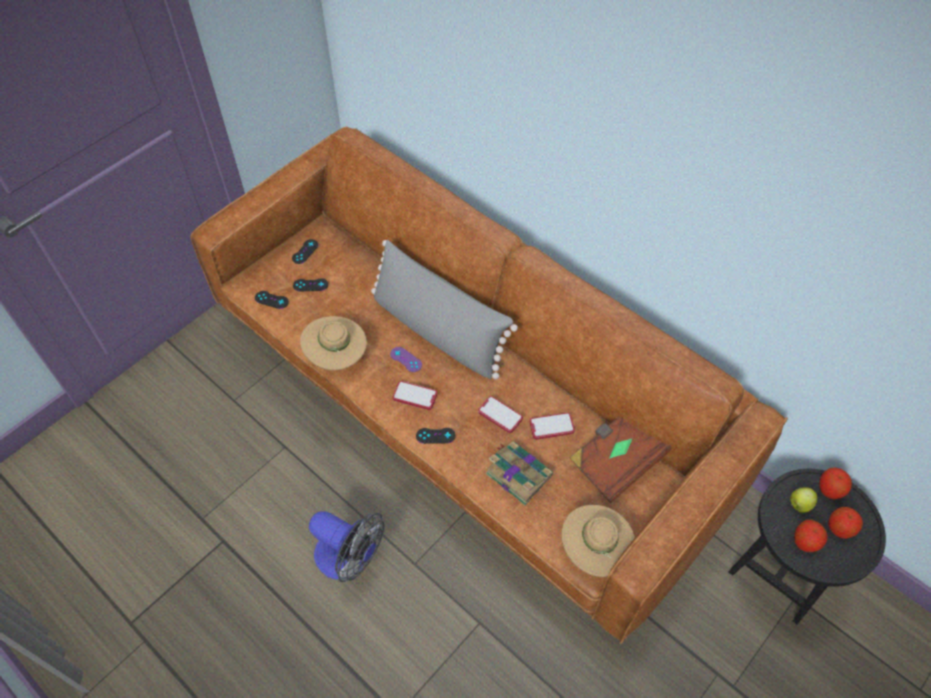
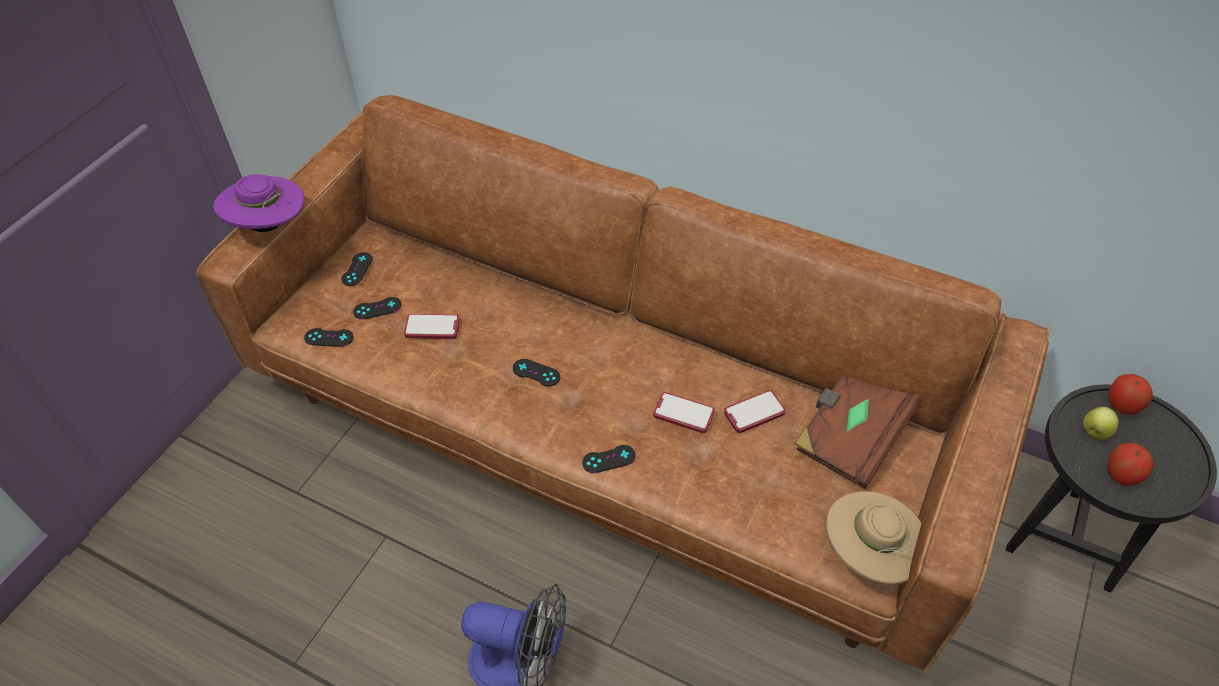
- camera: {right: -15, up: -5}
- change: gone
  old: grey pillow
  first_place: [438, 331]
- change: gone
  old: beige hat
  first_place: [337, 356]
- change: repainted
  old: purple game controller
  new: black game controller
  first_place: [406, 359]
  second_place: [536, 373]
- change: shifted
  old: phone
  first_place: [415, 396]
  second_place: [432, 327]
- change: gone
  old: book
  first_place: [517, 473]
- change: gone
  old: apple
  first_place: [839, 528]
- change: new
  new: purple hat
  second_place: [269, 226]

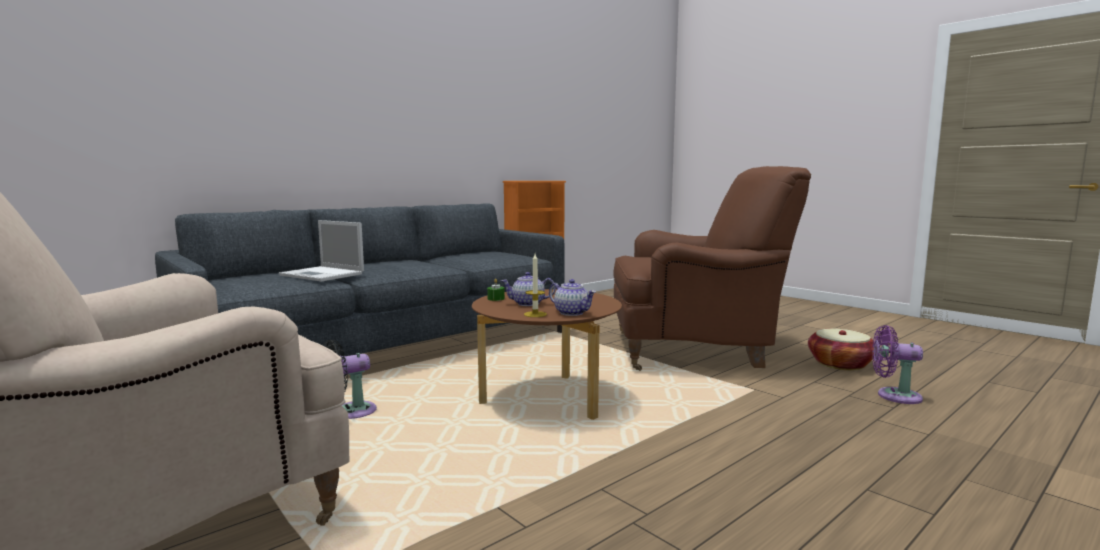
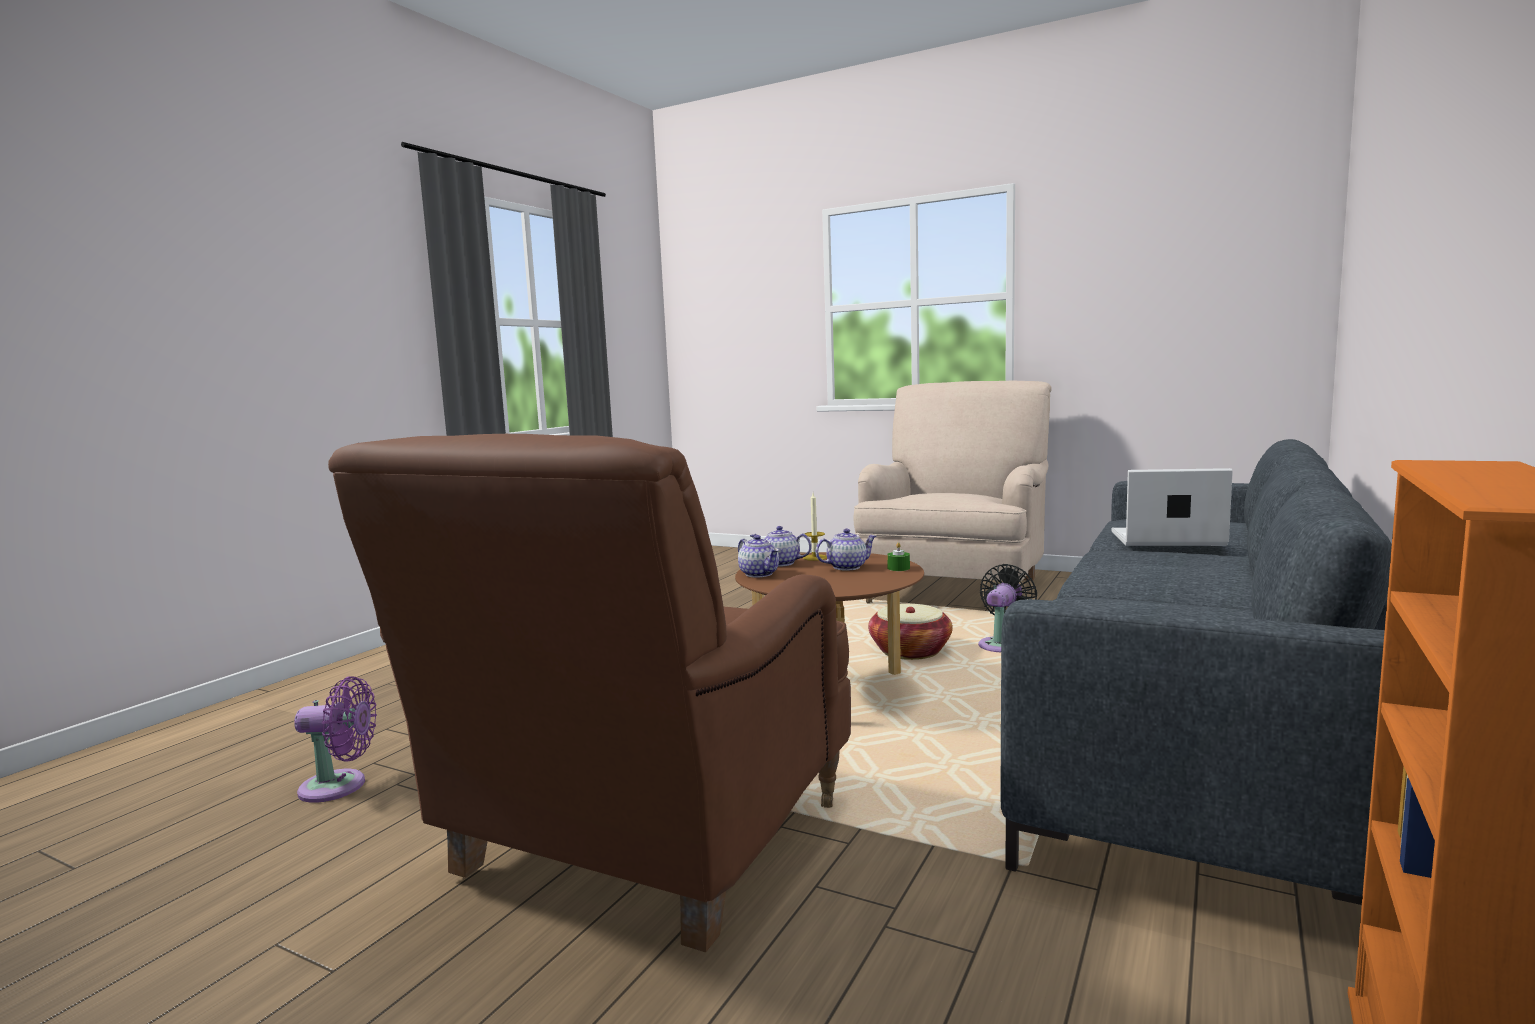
- camera: {right: 160, up: 0}
- change: rotated
  old: brown armchair
  first_place: [694, 351]
  second_place: [643, 848]
  degrees: -45
- change: shifted
  old: basket
  first_place: [840, 364]
  second_place: [910, 651]
- change: new
  new: teapot
  second_place: [759, 574]

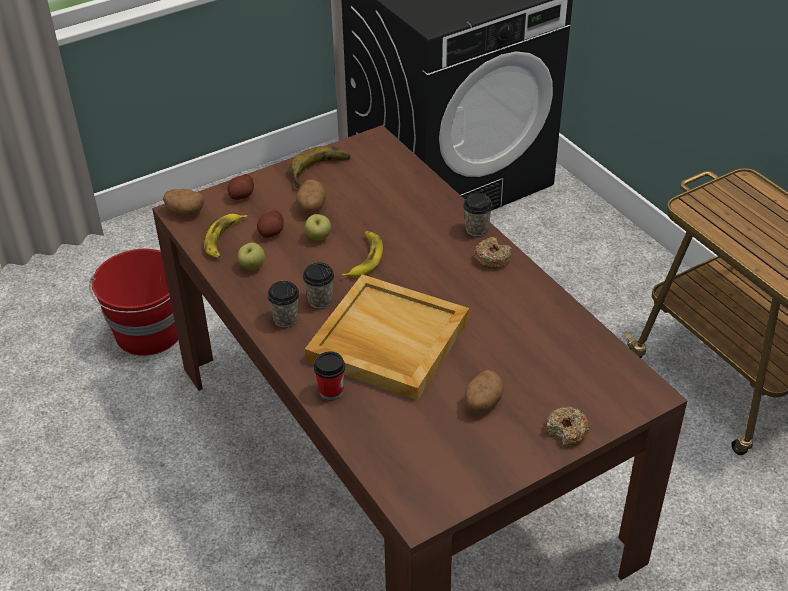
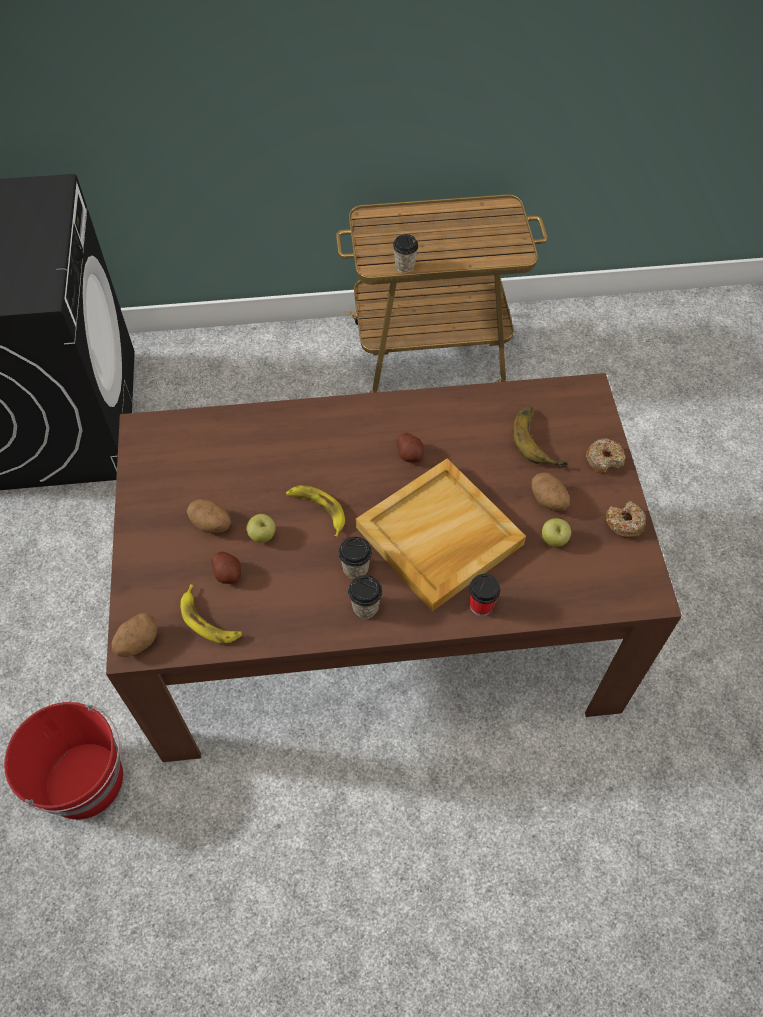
- camera: {right: -65, up: 15}
- change: shifted
  old: banana
  first_place: [321, 172]
  second_place: [541, 439]
- change: shifted
  old: potato
  first_place: [242, 195]
  second_place: [410, 454]
- change: shifted
  old: cup
  first_place: [476, 229]
  second_place: [405, 266]
- change: shifted
  old: donut
  first_place: [492, 258]
  second_place: [624, 523]
- change: shifted
  old: apple
  first_place: [252, 266]
  second_place: [554, 540]

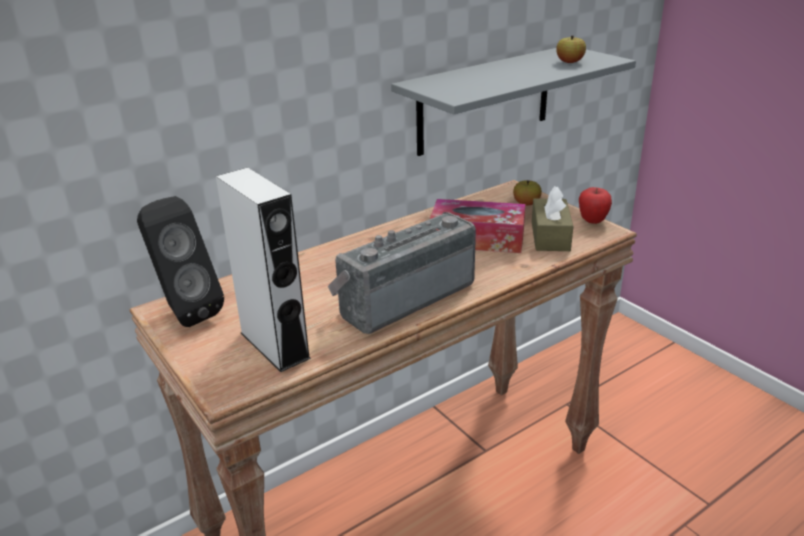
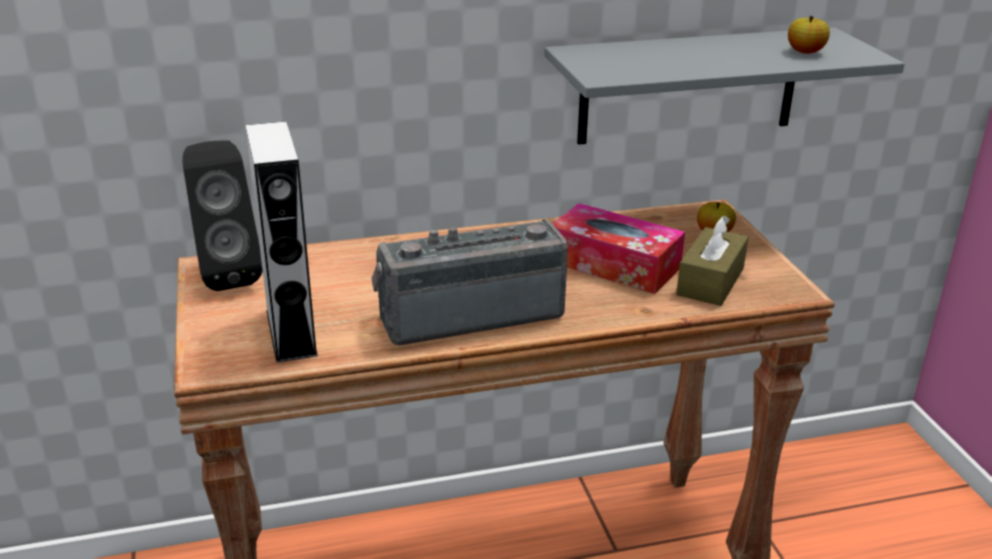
- camera: {right: 20, up: 0}
- change: gone
  old: apple
  first_place: [592, 221]

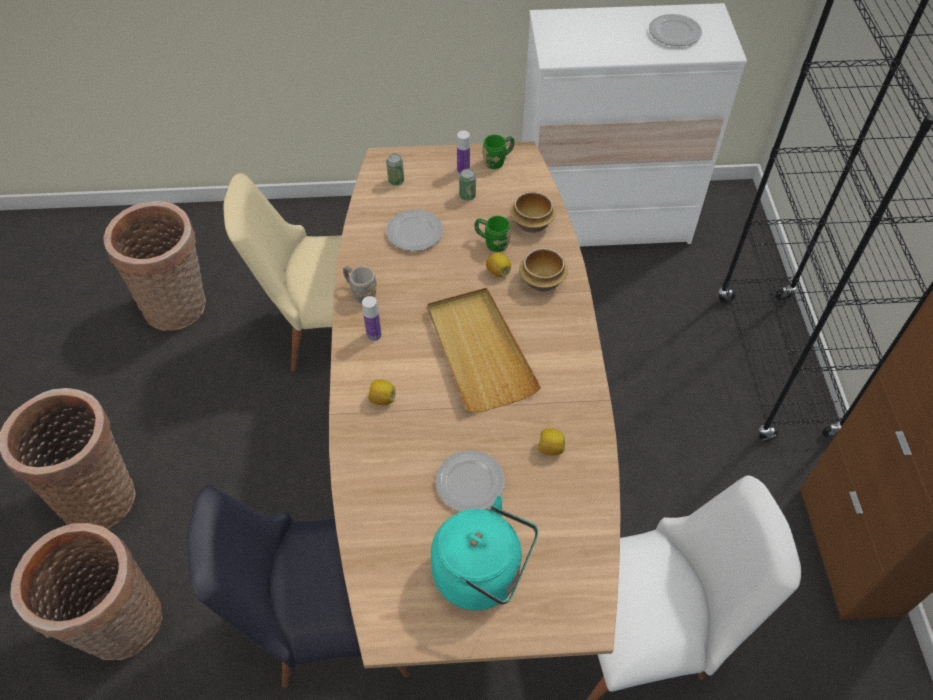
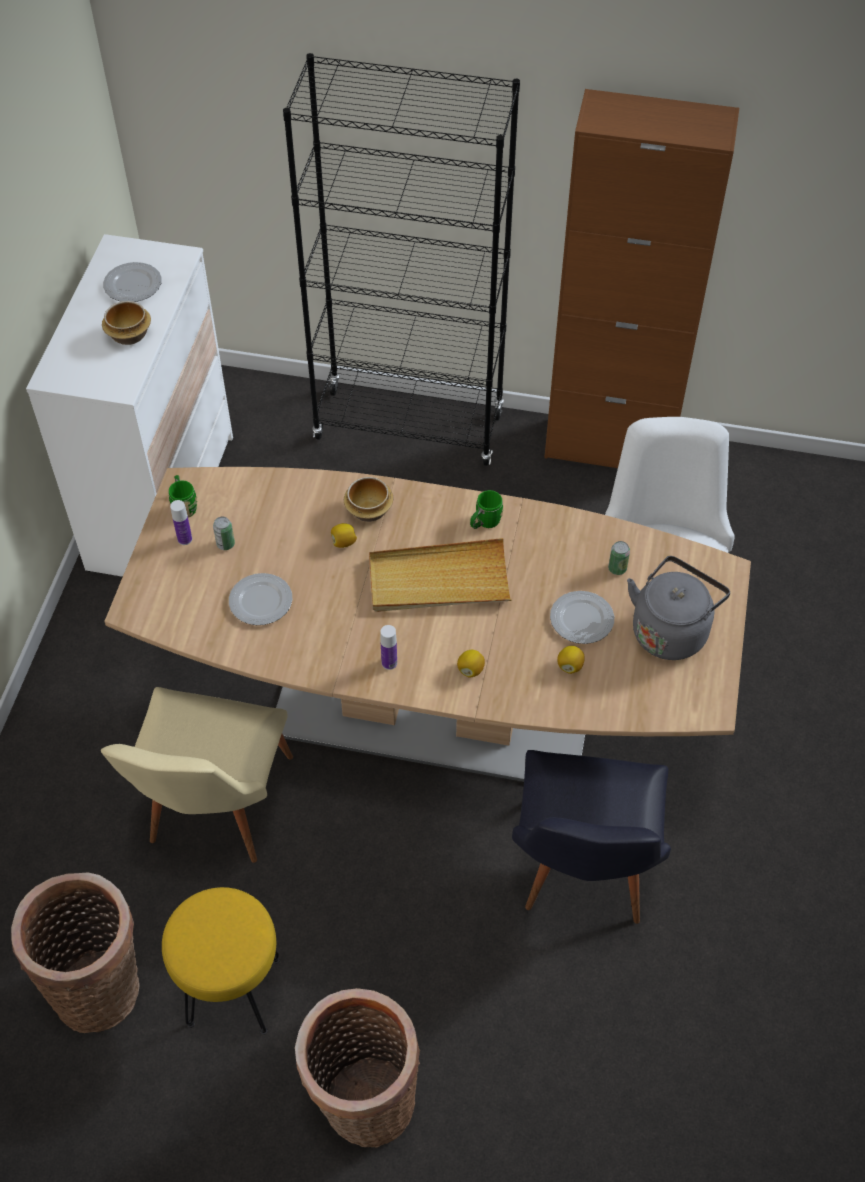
- camera: {right: -75, up: 0}
- change: shifted
  old: can
  first_place: [396, 181]
  second_place: [617, 568]
- change: shifted
  old: bowl
  first_place: [530, 223]
  second_place: [129, 336]
- change: shifted
  old: green mug
  first_place: [492, 242]
  second_place: [484, 523]
- change: gone
  old: grey mug
  first_place: [360, 292]
- change: shifted
  old: lemon
  first_place: [550, 448]
  second_place: [570, 666]
- change: repainted
  old: turquoise kettle
  new: grey kettle
  first_place: [482, 574]
  second_place: [671, 630]
- change: gone
  old: basket
  first_place: [120, 627]
- change: new
  new: yellow stool
  second_place: [234, 992]

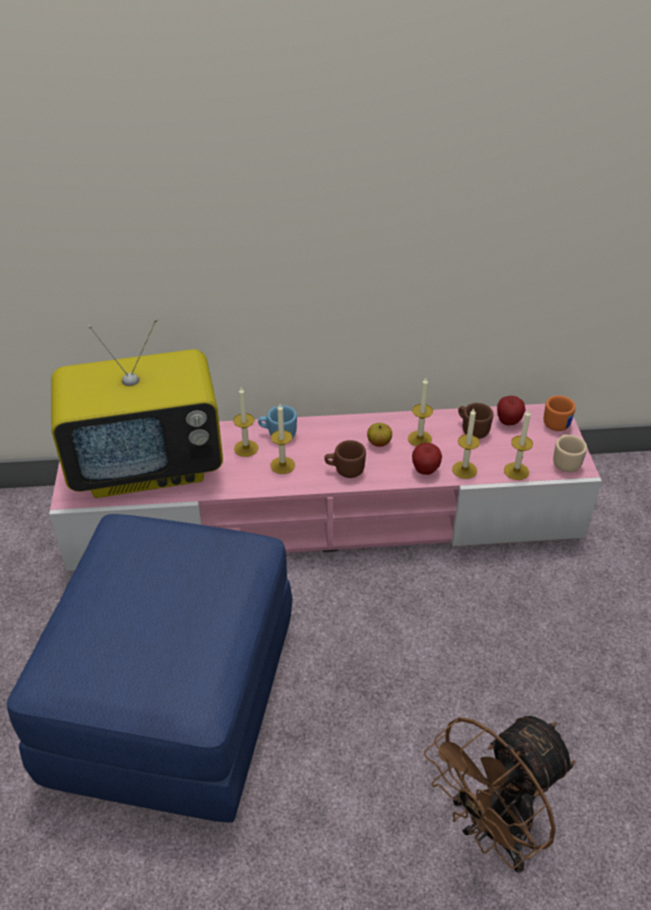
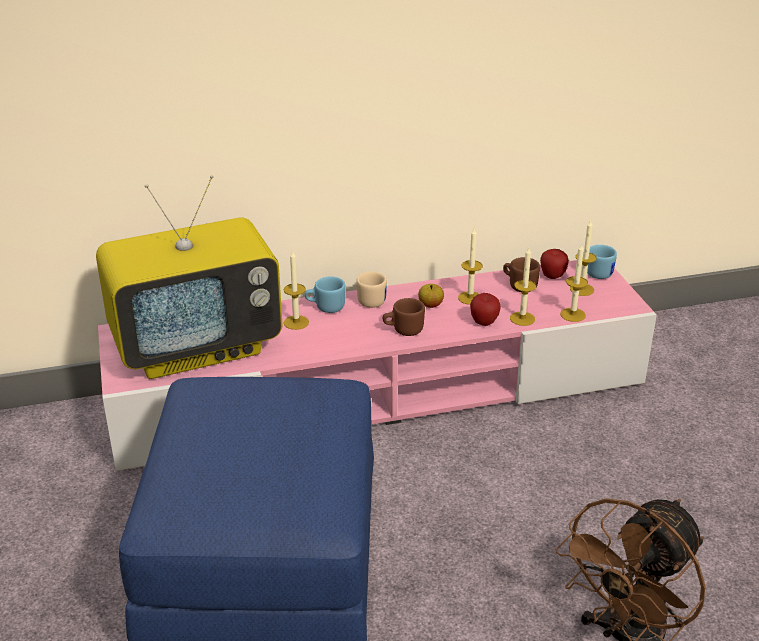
- camera: {right: -10, up: -10}
- change: repainted
  old: orange mug
  new: blue mug
  first_place: [557, 422]
  second_place: [600, 272]
- change: shifted
  old: candle
  first_place: [282, 465]
  second_place: [581, 289]
- change: shifted
  old: beige mug
  first_place: [565, 461]
  second_place: [371, 300]

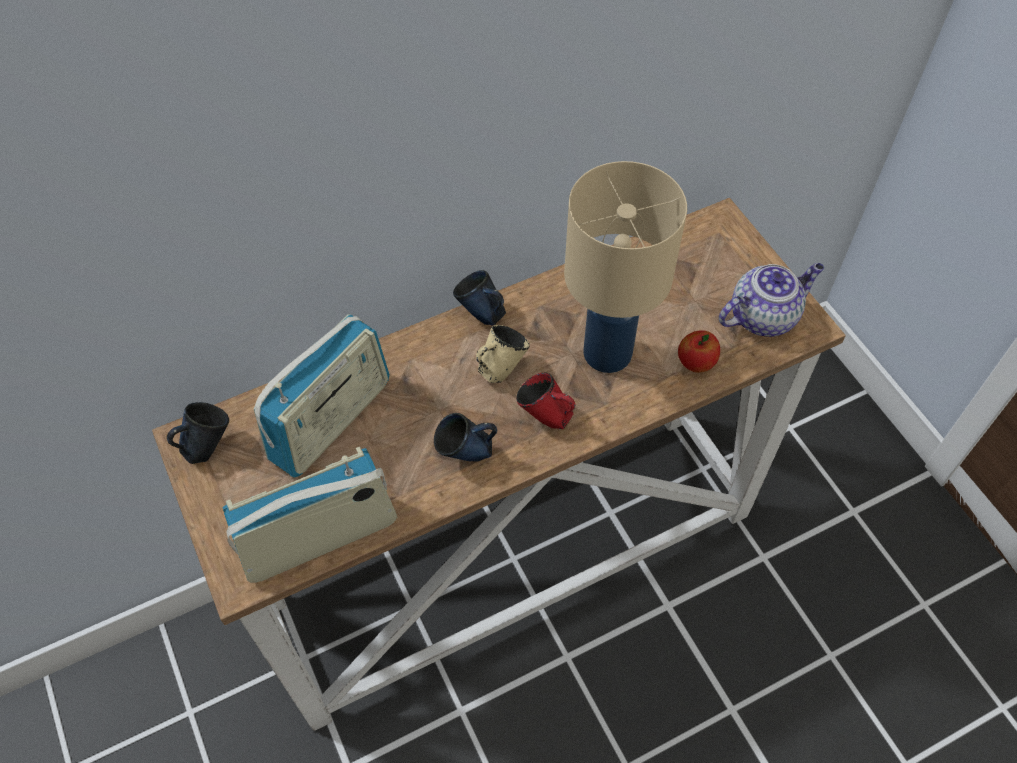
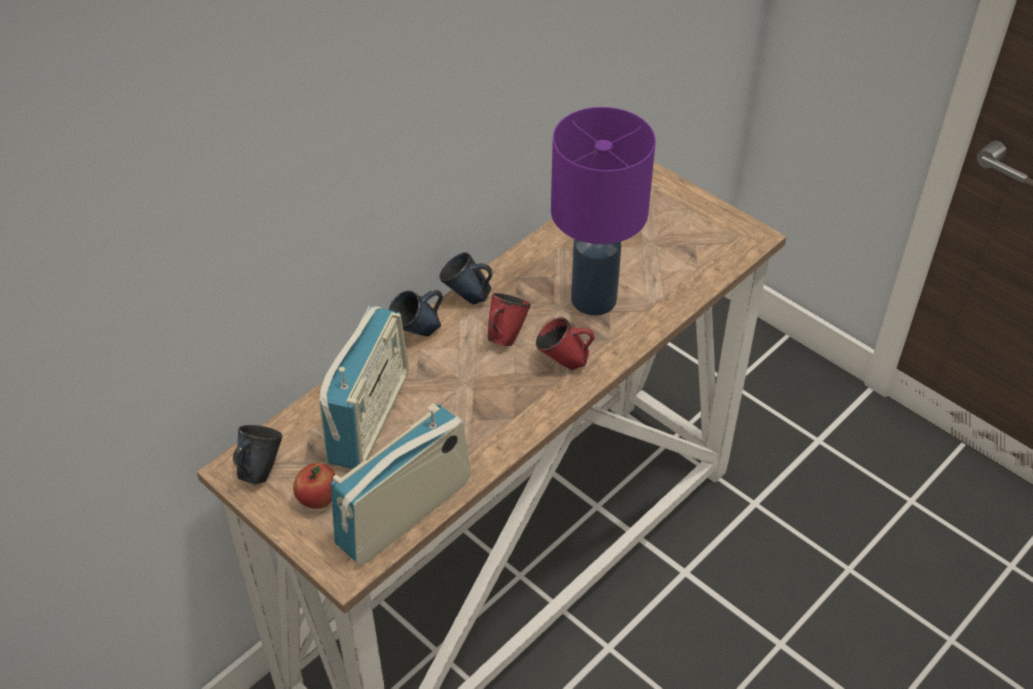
- camera: {right: -20, up: -10}
- change: repainted
  old: beige table lamp
  new: purple table lamp
  first_place: [608, 351]
  second_place: [594, 298]
- change: gone
  old: teapot
  first_place: [763, 316]
- change: repainted
  old: beige mug
  new: red mug
  first_place: [501, 369]
  second_place: [505, 336]
- change: shifted
  old: apple
  first_place: [695, 363]
  second_place: [318, 499]
- change: shifted
  old: blue mug
  first_place: [467, 455]
  second_place: [418, 334]

